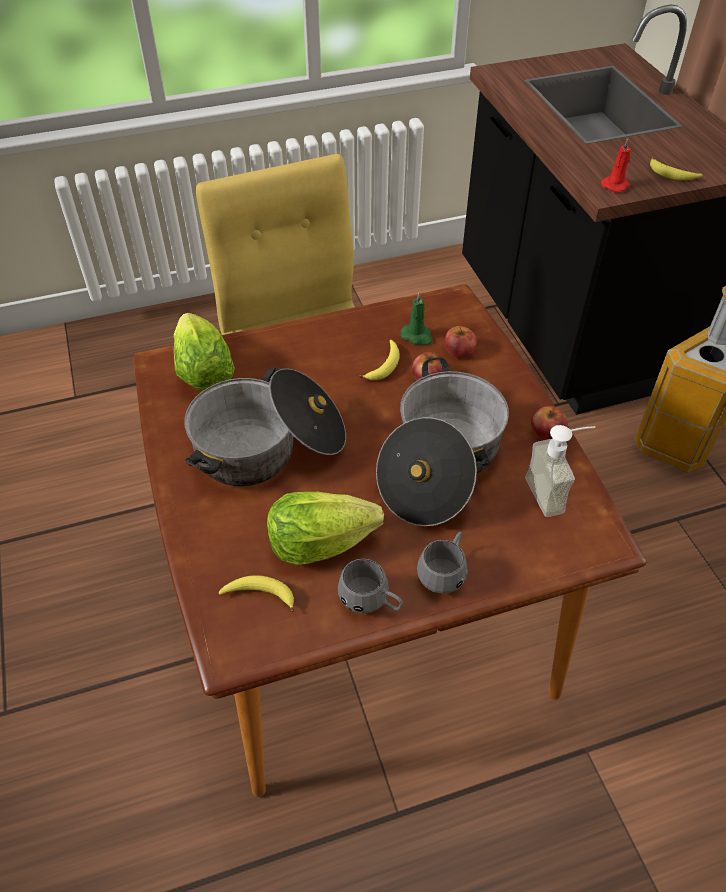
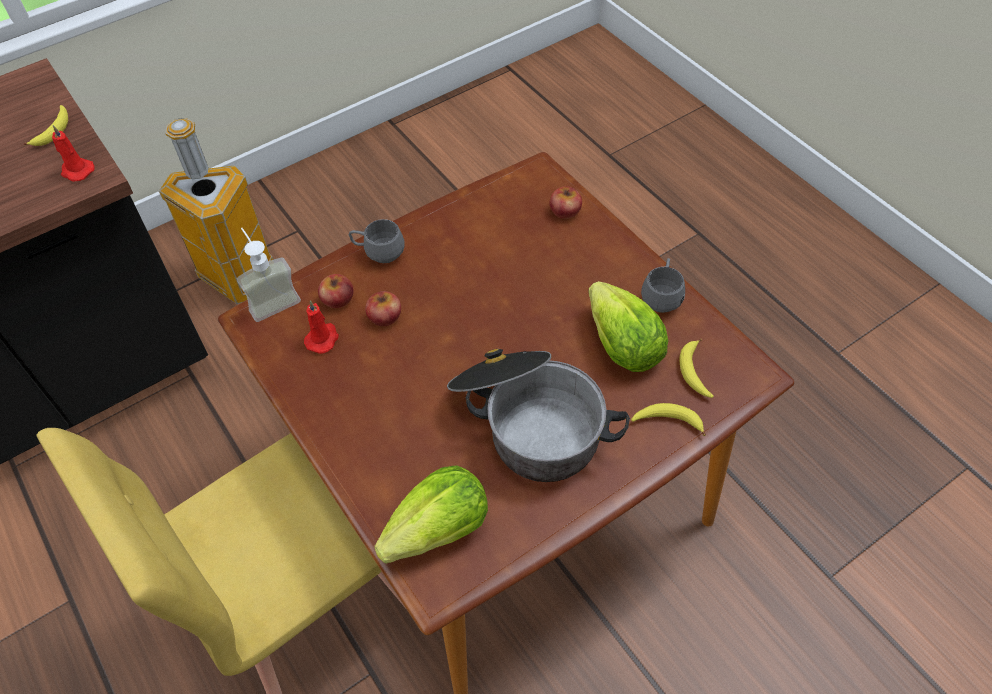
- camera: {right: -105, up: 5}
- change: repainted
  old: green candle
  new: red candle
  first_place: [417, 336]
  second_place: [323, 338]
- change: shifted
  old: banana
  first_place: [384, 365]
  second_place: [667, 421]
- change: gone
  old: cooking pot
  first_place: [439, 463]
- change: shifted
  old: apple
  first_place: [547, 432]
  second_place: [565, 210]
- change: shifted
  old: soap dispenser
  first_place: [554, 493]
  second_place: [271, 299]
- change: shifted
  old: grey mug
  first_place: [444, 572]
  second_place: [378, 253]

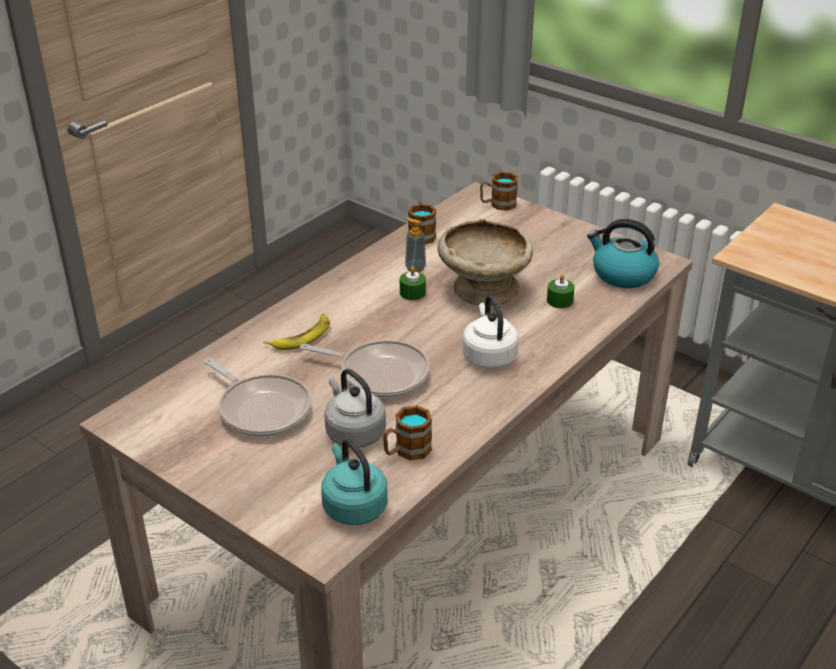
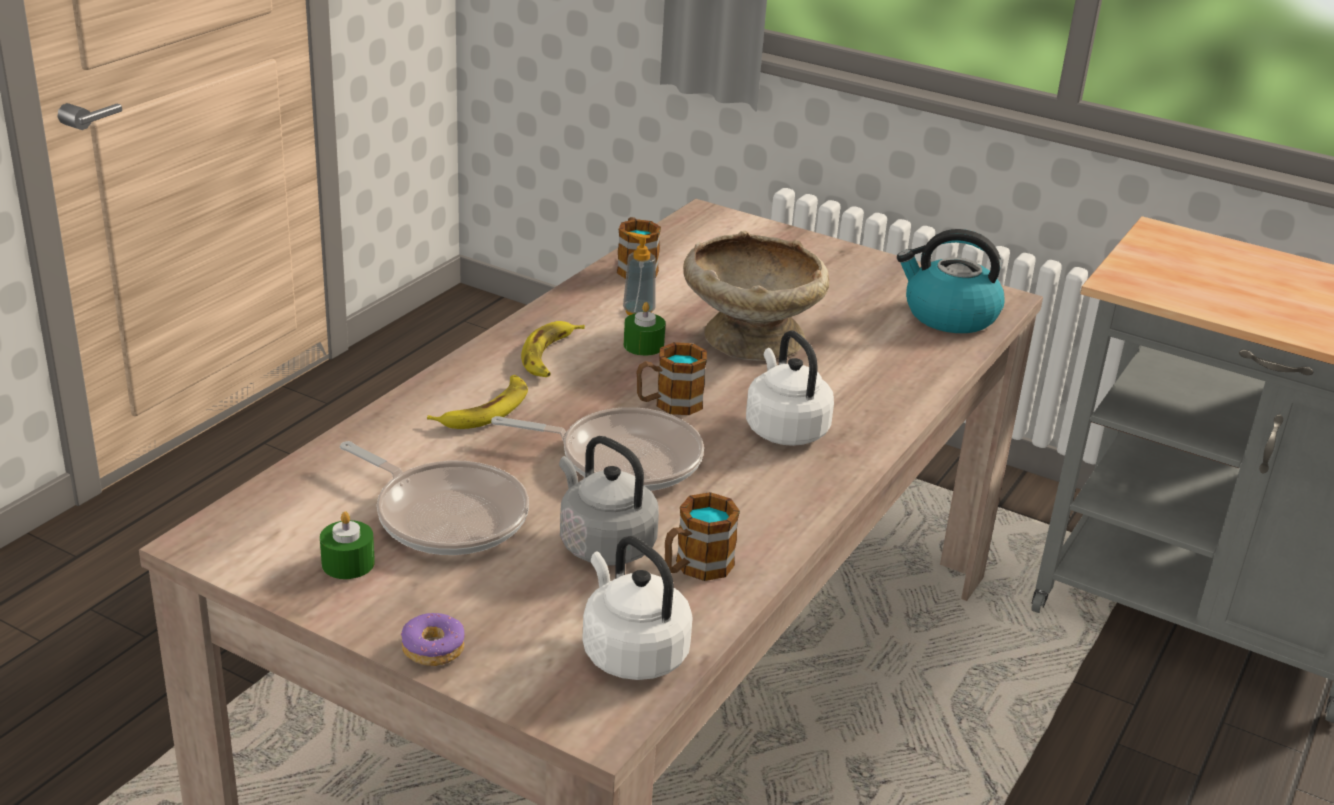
- camera: {right: -10, up: -5}
- change: shifted
  old: mug
  first_place: [498, 204]
  second_place: [669, 404]
- change: shifted
  old: green candle
  first_place: [559, 300]
  second_place: [348, 563]
- change: repainted
  old: turquoise kettle
  new: white kettle
  first_place: [353, 506]
  second_place: [631, 652]
- change: new
  new: banana
  second_place: [550, 356]
- change: new
  new: donut
  second_place: [434, 648]

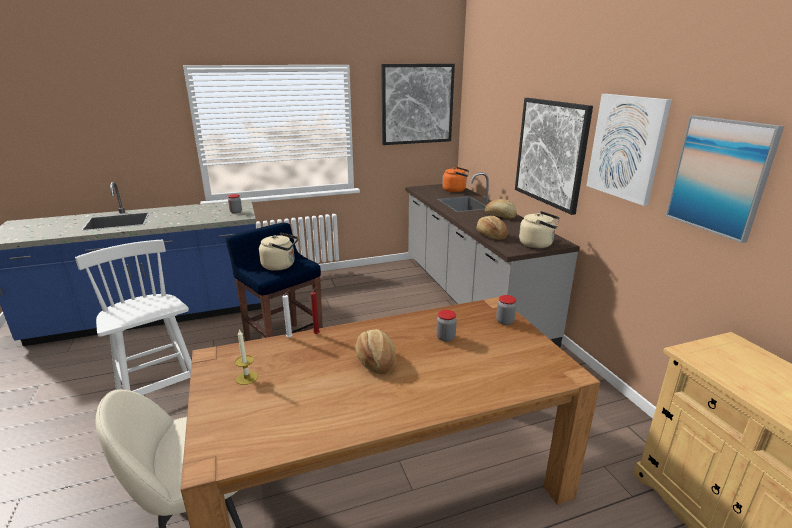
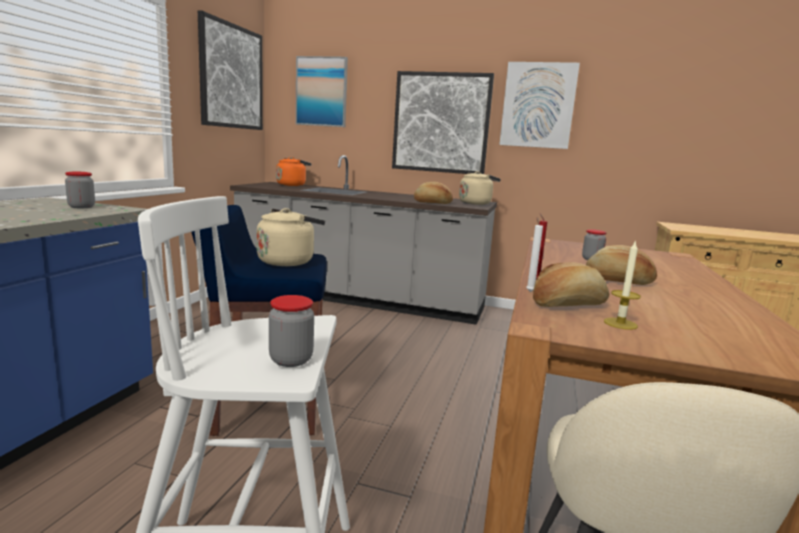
- camera: {right: -55, up: -10}
- change: shifted
  old: picture
  first_place: [719, 176]
  second_place: [321, 92]
- change: shifted
  old: bread
  first_place: [500, 216]
  second_place: [567, 305]
- change: shifted
  old: jar
  first_place: [505, 321]
  second_place: [291, 360]

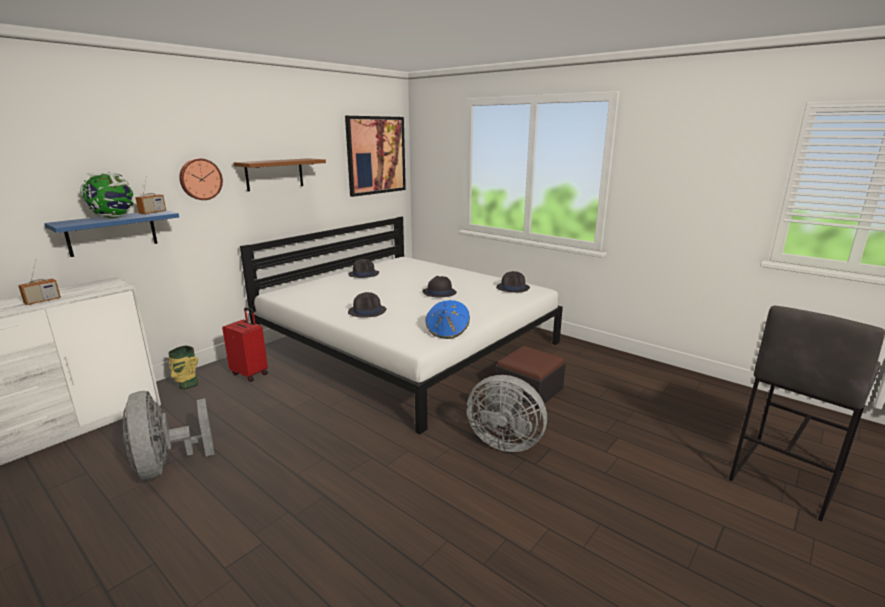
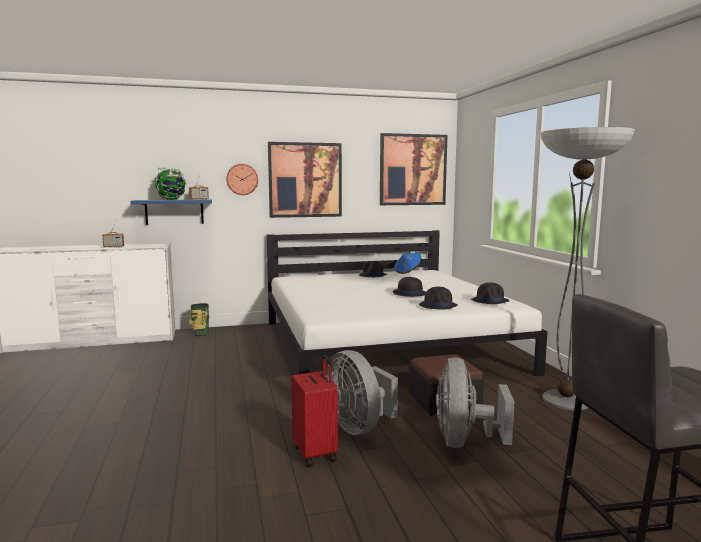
- camera: {right: 35, up: -10}
- change: swapped
  old: brown shelf
  new: picture
  first_place: [274, 174]
  second_place: [305, 180]
- change: shifted
  old: black hat
  first_place: [367, 311]
  second_place: [438, 306]
- change: shifted
  old: blue hat
  first_place: [447, 332]
  second_place: [407, 272]
- change: shifted
  old: red suitcase
  first_place: [250, 374]
  second_place: [316, 453]
- change: shifted
  old: grey fan
  first_place: [167, 465]
  second_place: [464, 441]
- change: new
  new: floor lamp
  second_place: [566, 400]

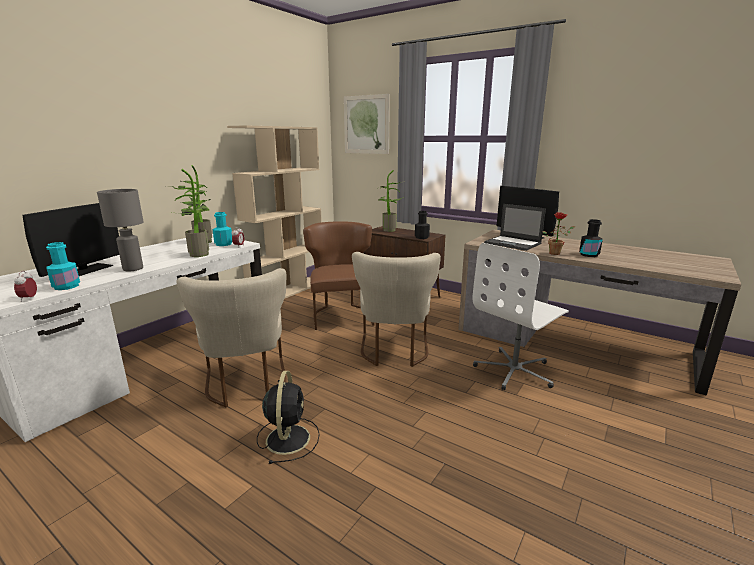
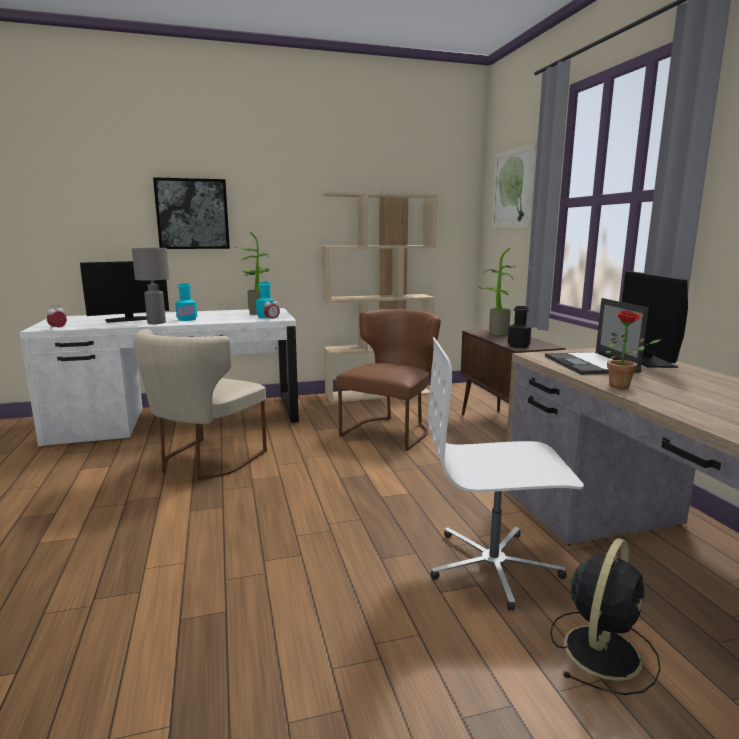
- camera: {right: 40, up: -5}
- change: gone
  old: potted plant
  first_place: [198, 254]
- change: gone
  old: black bottle
  first_place: [589, 254]
- change: shifted
  old: turquoise bottle
  first_place: [66, 286]
  second_place: [187, 319]
- change: gone
  old: beige chair
  first_place: [394, 351]
- change: shifted
  old: black fan
  first_place: [288, 437]
  second_place: [603, 649]
- change: new
  new: picture
  second_place: [192, 214]

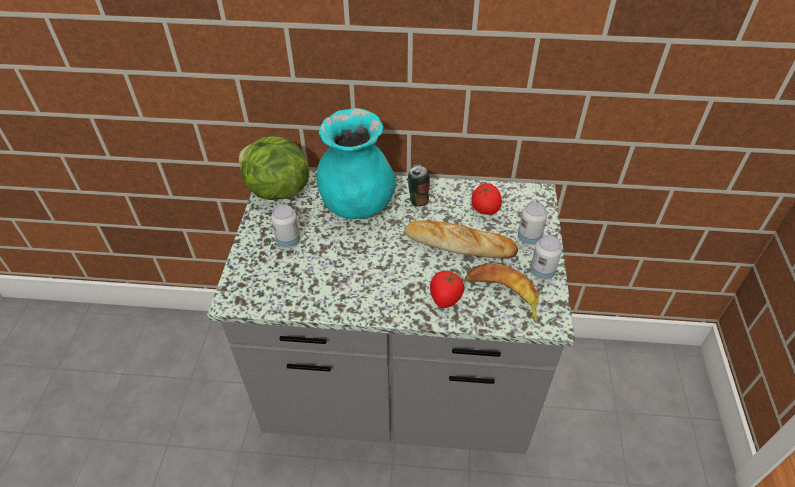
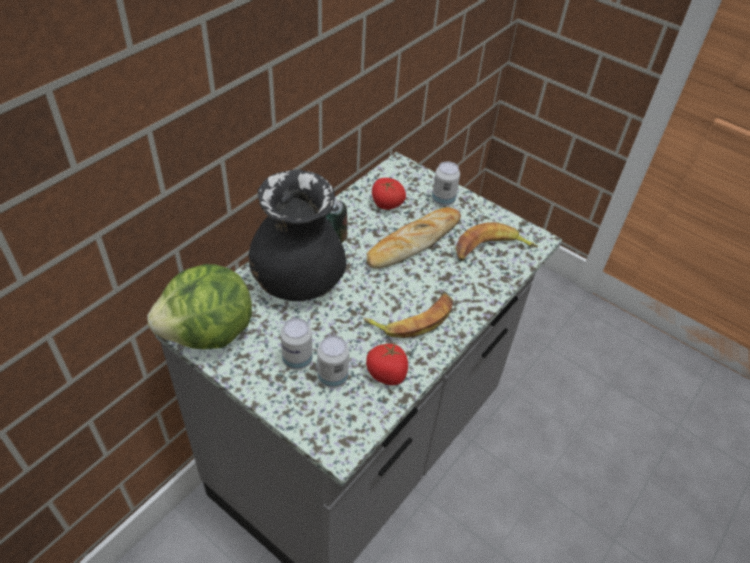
- camera: {right: -60, up: 0}
- change: repainted
  old: turquoise vase
  new: black vase
  first_place: [357, 205]
  second_place: [298, 282]
- change: shifted
  old: can
  first_place: [542, 272]
  second_place: [332, 377]
- change: shifted
  old: tomato
  first_place: [445, 298]
  second_place: [387, 374]
- change: new
  new: banana
  second_place: [413, 319]

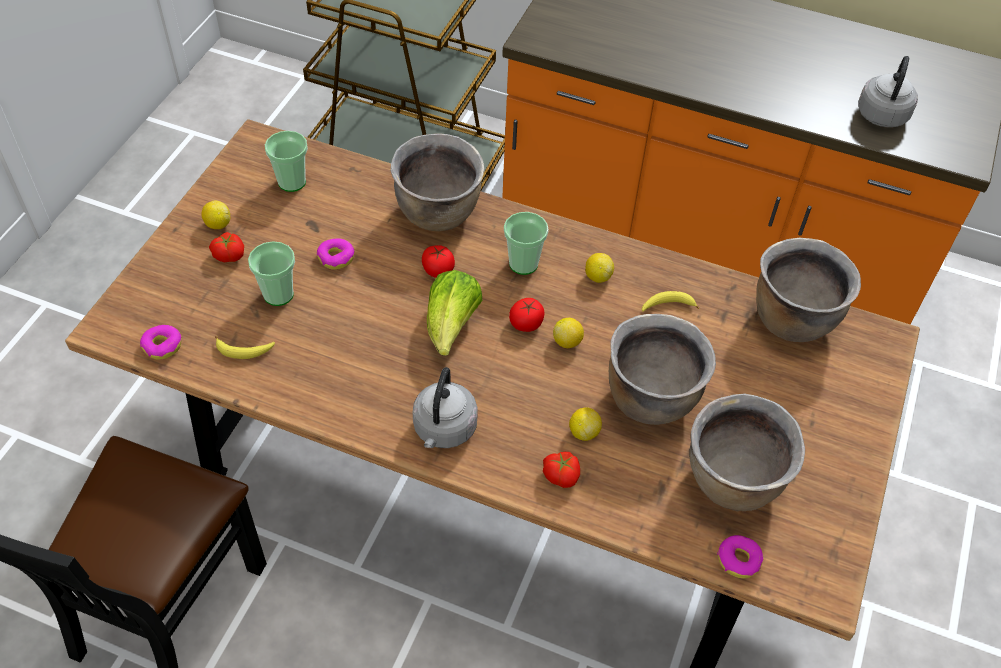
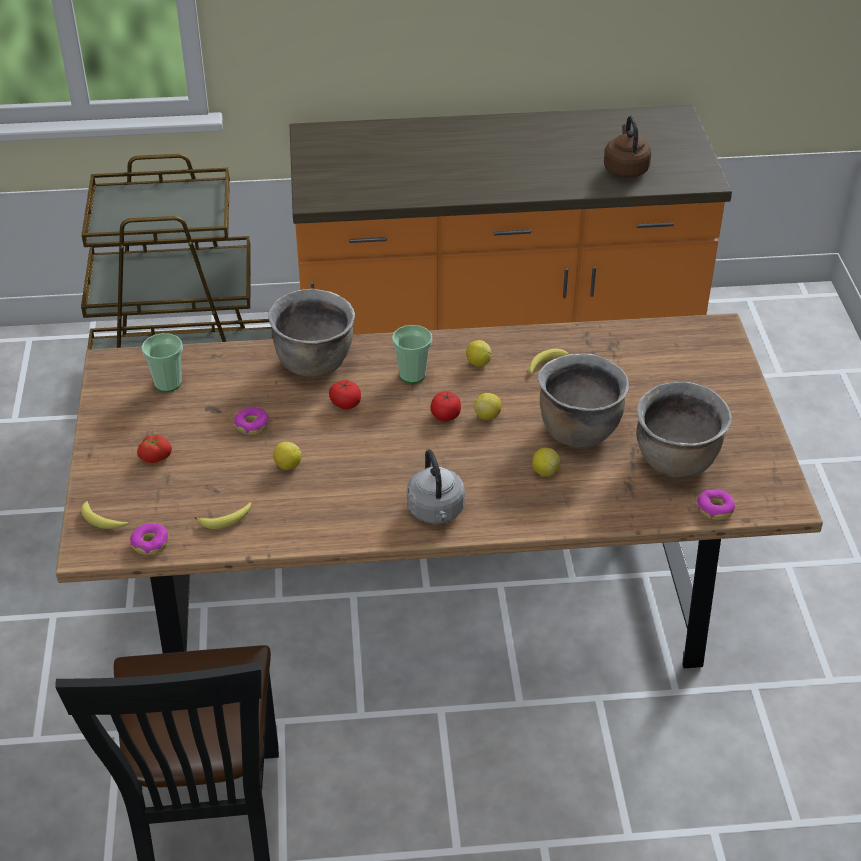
- camera: {right: -25, up: -10}
- change: repainted
  old: grey kettle
  new: brown kettle
  first_place: [882, 113]
  second_place: [625, 169]
- change: shifted
  old: lemon
  first_place: [218, 224]
  second_place: [287, 465]
- change: gone
  old: brown cooking pot
  first_place: [792, 318]
- change: gone
  old: cup
  first_place: [278, 294]
- change: gone
  old: lettuce
  first_place: [451, 327]
- change: gone
  old: tomato
  first_place: [561, 474]
- change: new
  new: banana
  second_place: [102, 520]

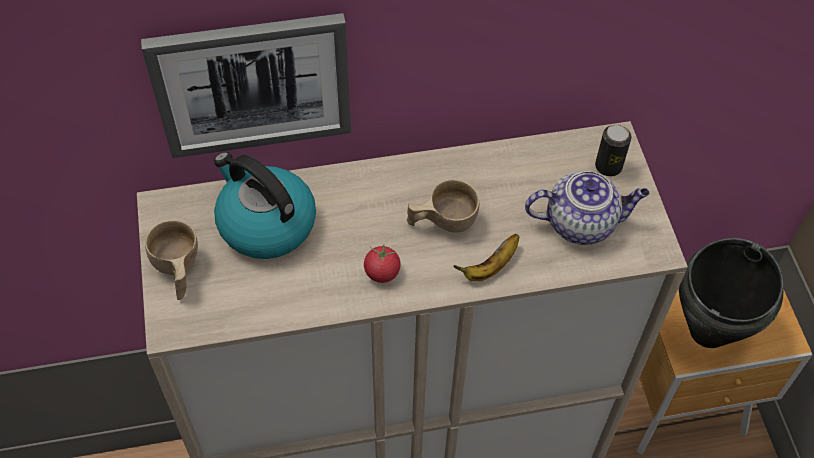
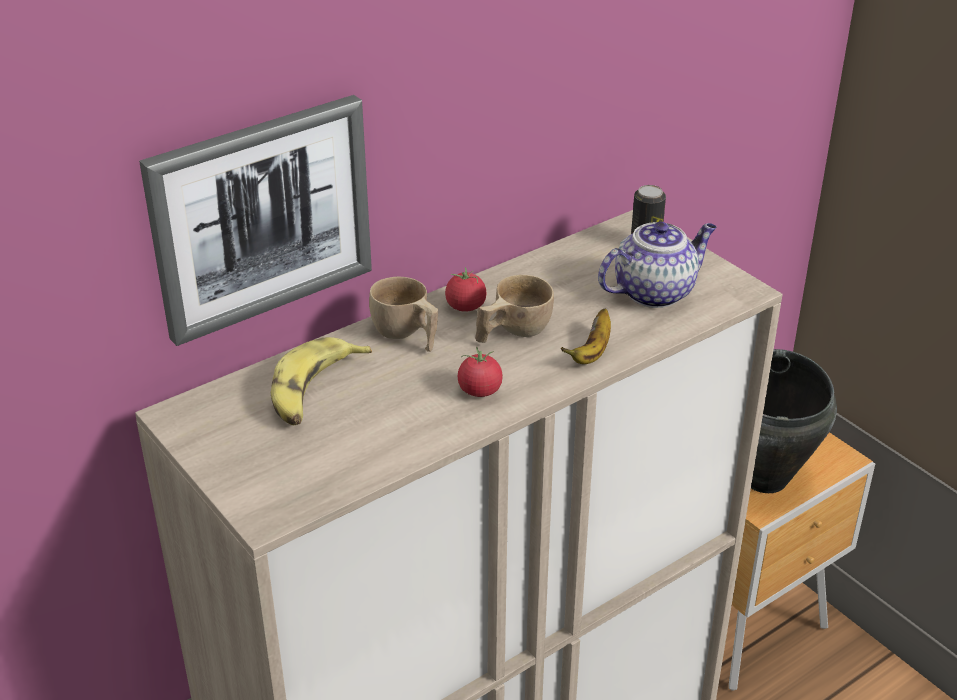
- camera: {right: -25, up: -20}
- change: swapped
  old: kettle
  new: banana
  first_place: [265, 224]
  second_place: [315, 392]
- change: shifted
  old: beige cup
  first_place: [177, 271]
  second_place: [406, 336]
- change: new
  new: tomato
  second_place: [465, 307]

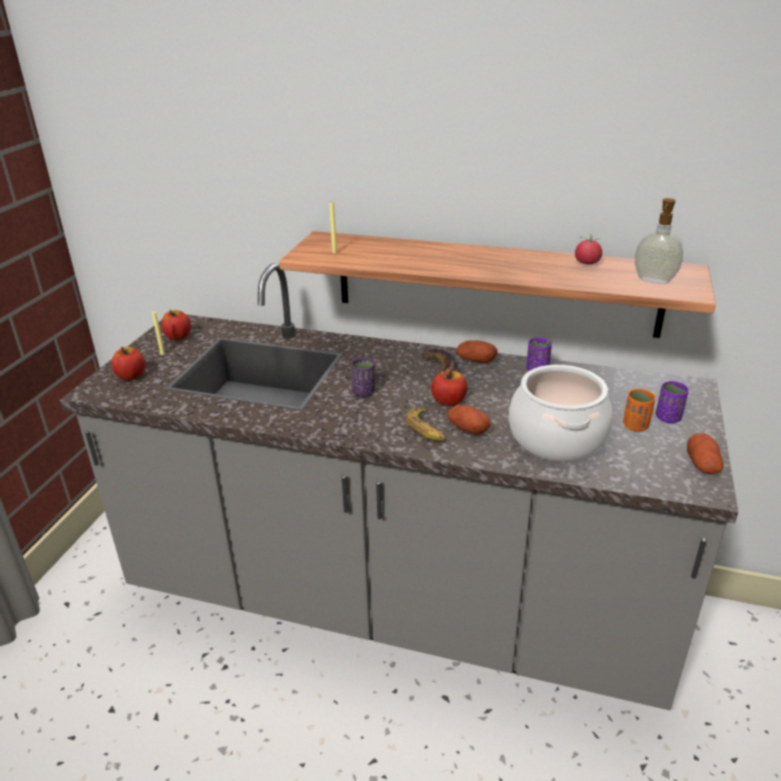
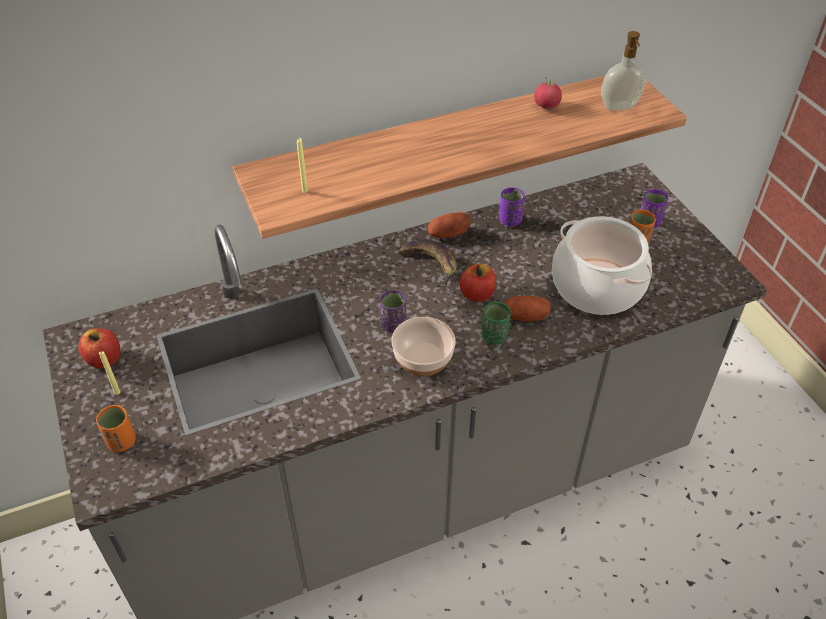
- camera: {right: -40, up: 15}
- change: swapped
  old: apple
  new: orange cup
  first_place: [131, 376]
  second_place: [121, 442]
- change: swapped
  old: banana
  new: green cup
  first_place: [426, 430]
  second_place: [494, 337]
- change: gone
  old: potato
  first_place: [702, 464]
- change: new
  new: bowl
  second_place: [423, 359]

